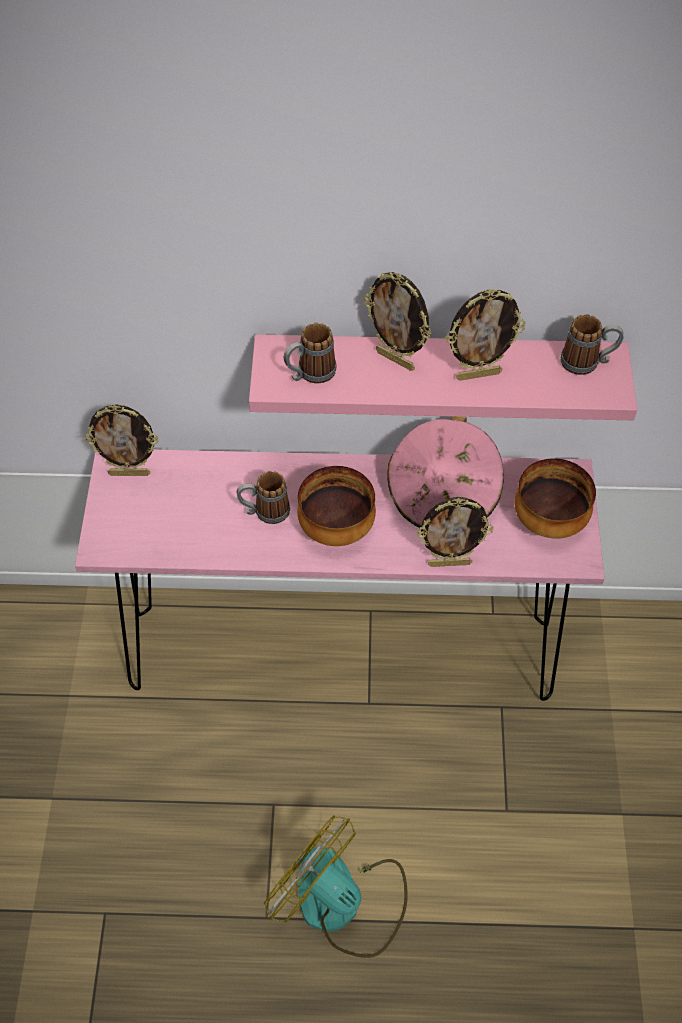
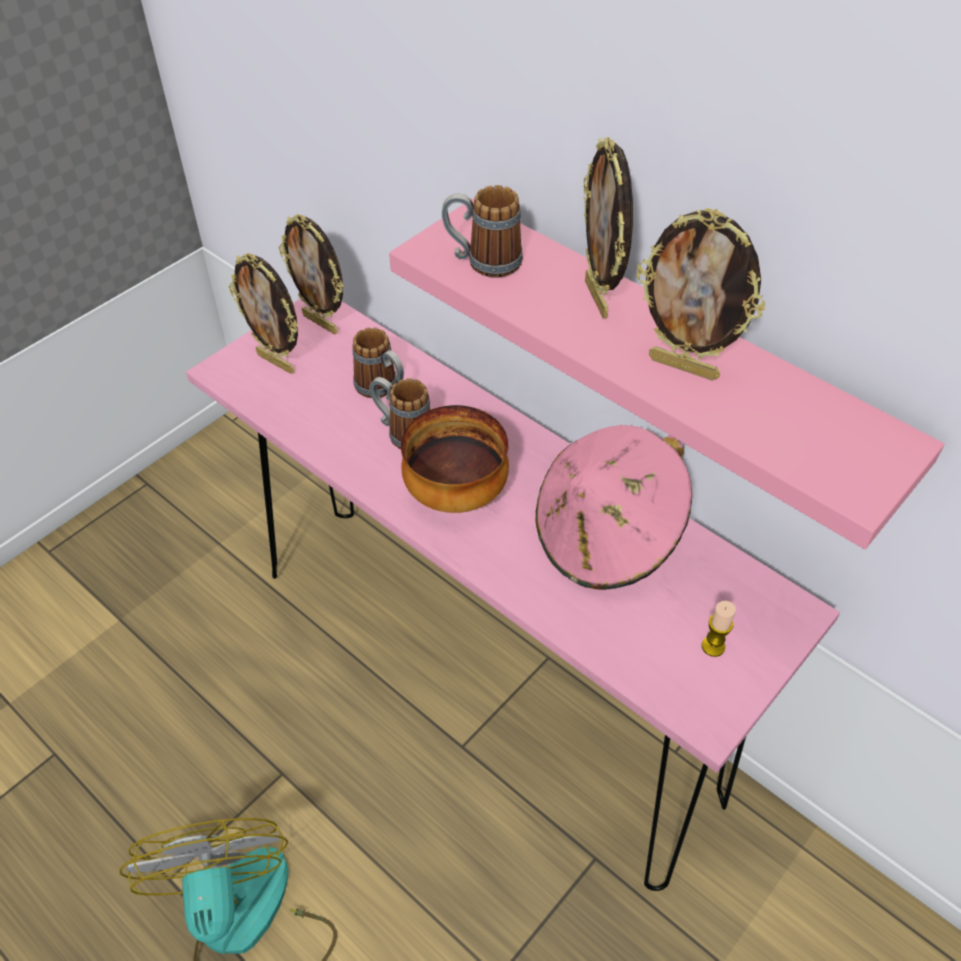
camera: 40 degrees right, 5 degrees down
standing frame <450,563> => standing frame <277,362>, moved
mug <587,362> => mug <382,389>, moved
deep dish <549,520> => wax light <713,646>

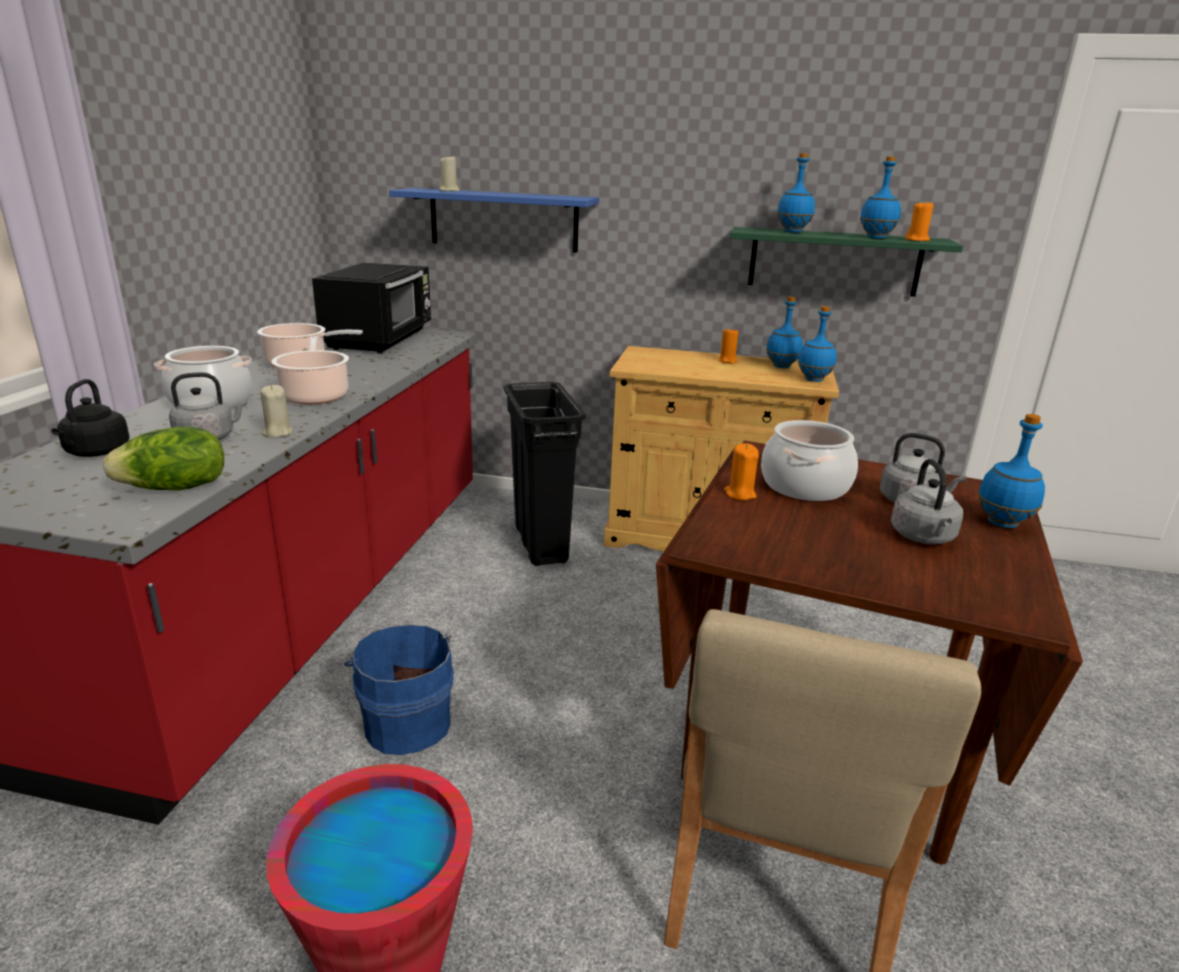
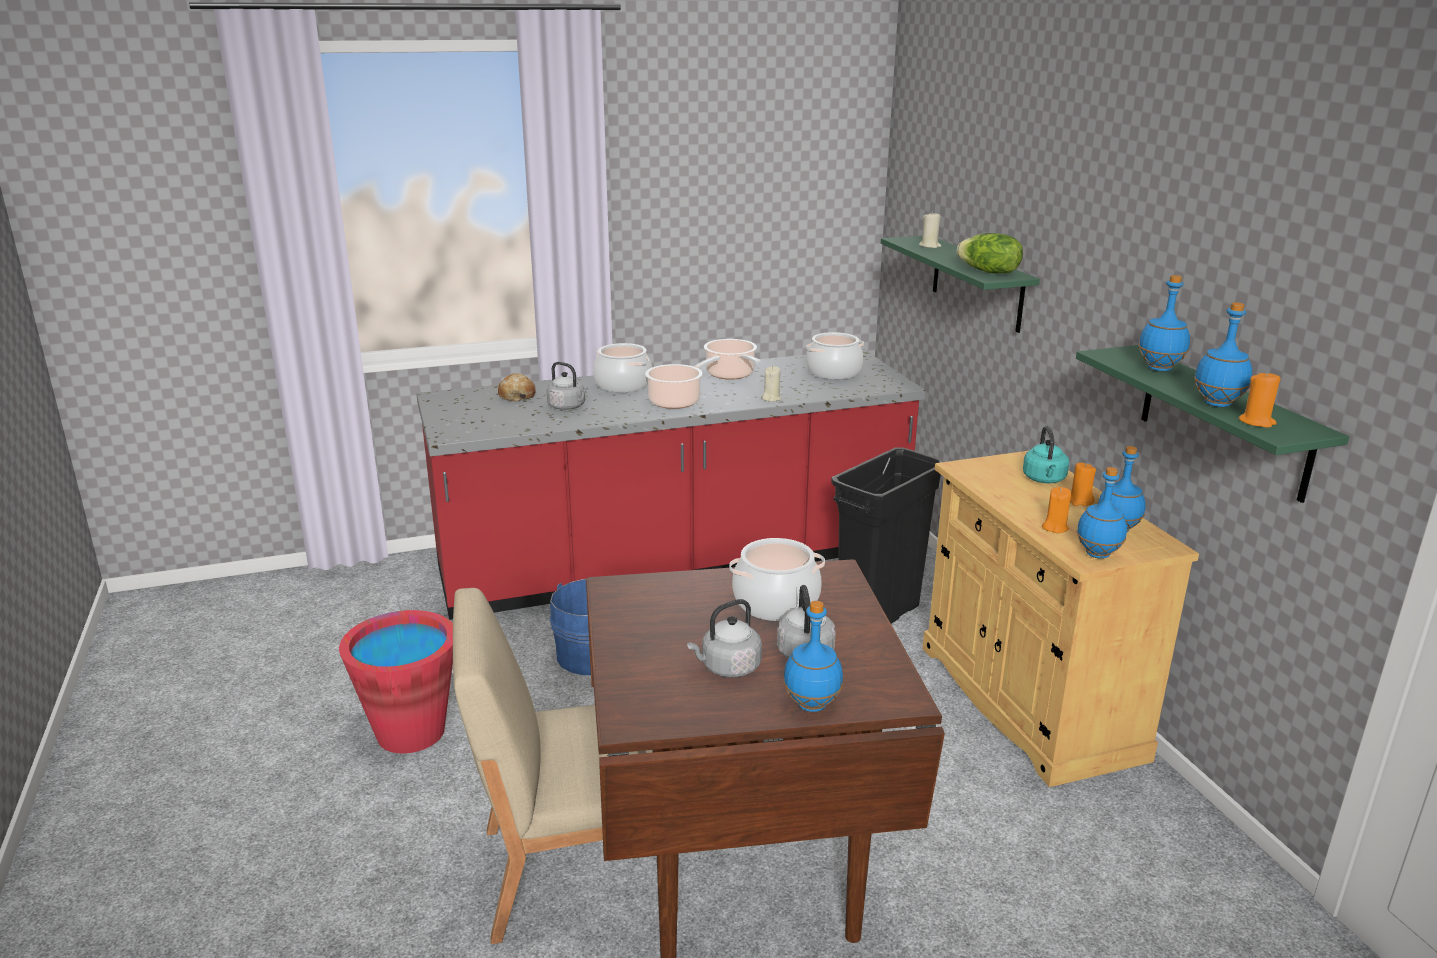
camera: 60 degrees right, 0 degrees up
black-coloured tea kettle <96,453> => bakery bread <516,395>
beige wax light <277,433> => beige wax light <771,398>, moved
black-coloured kitchen microwave <380,340> => cooking pot <833,372>
blue-coloured bracket shelf <503,220> => green-coloured bracket shelf <977,283>
lettuce <175,488> => lettuce <988,272>, moved
nothing => blue-green tea kettle <1044,480>
orange wax light <740,494> => orange wax light <1055,527>, moved

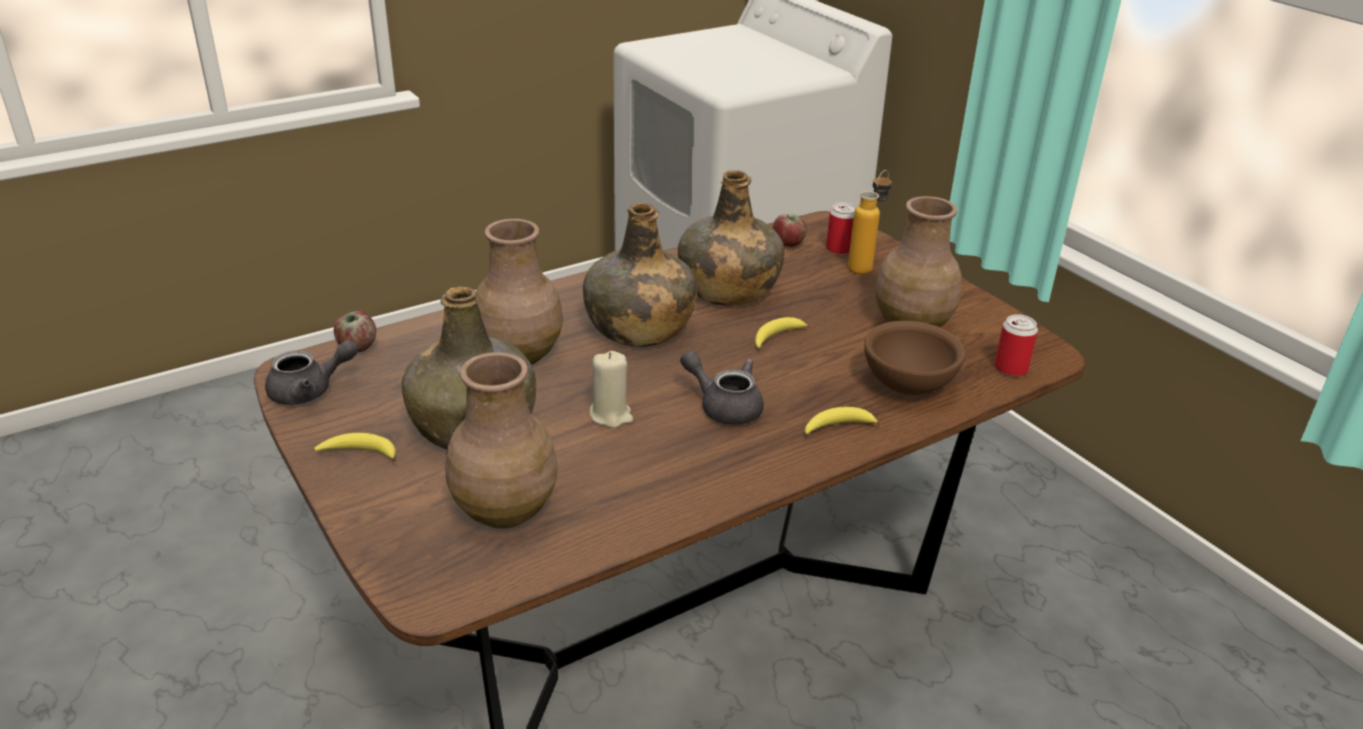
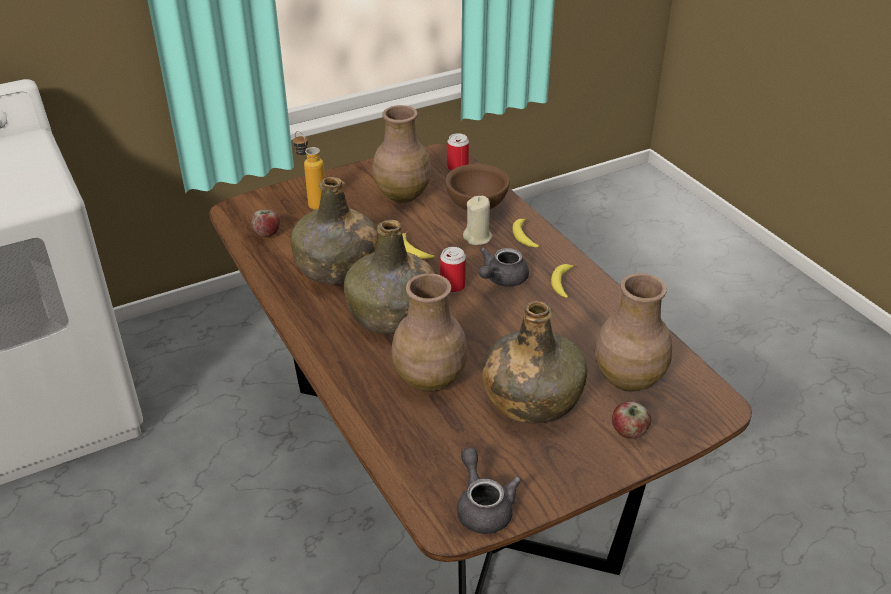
camera: 85 degrees left, 5 degrees up
can <839,249> => can <452,286>, moved
beige wax light <611,415> => beige wax light <478,237>, moved
banana <360,453> => banana <562,284>, moved
apple <357,347> => apple <628,432>, moved

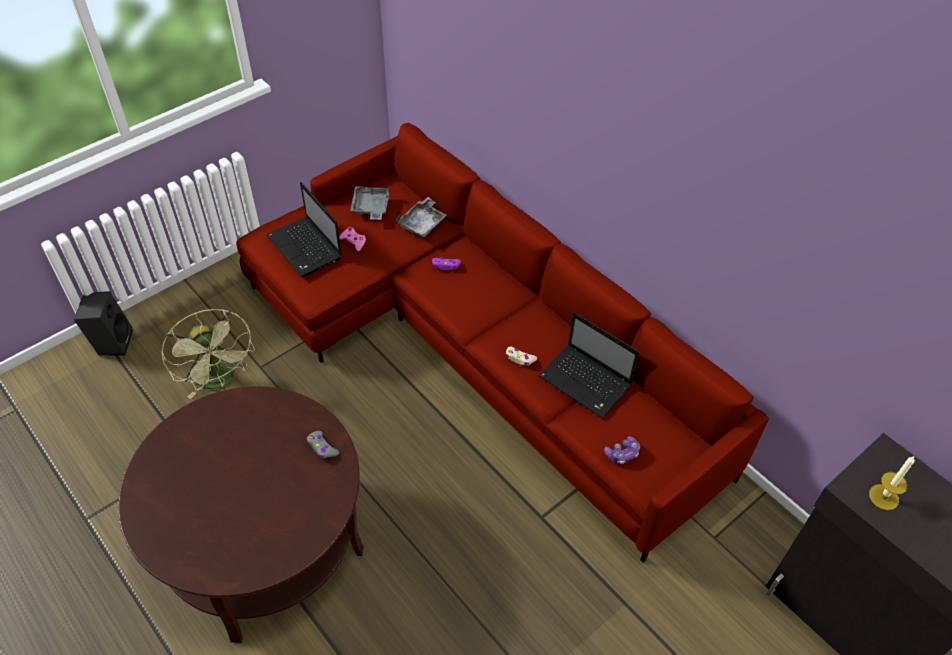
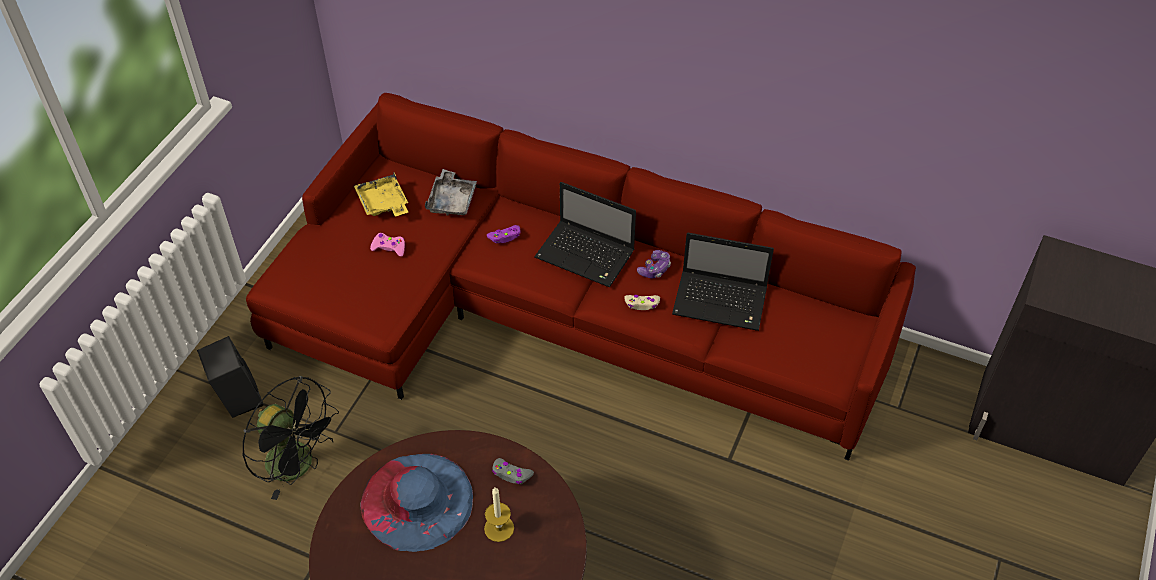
camera: 25 degrees left, 0 degrees up
black-coloured speaker <112,342> => black-coloured speaker <237,398>, moved
green-coloured cooling fan <220,381> => black-coloured cooling fan <299,465>
grey carrying tray <371,207> => yellowish carrying tray <383,203>
nothing => blue-coloured clothing hat <417,501>
wax light <883,497> => wax light <499,528>, moved
notebook computer <306,248> => notebook computer <587,255>, moved
gamepad <622,454> => gamepad <655,269>, moved

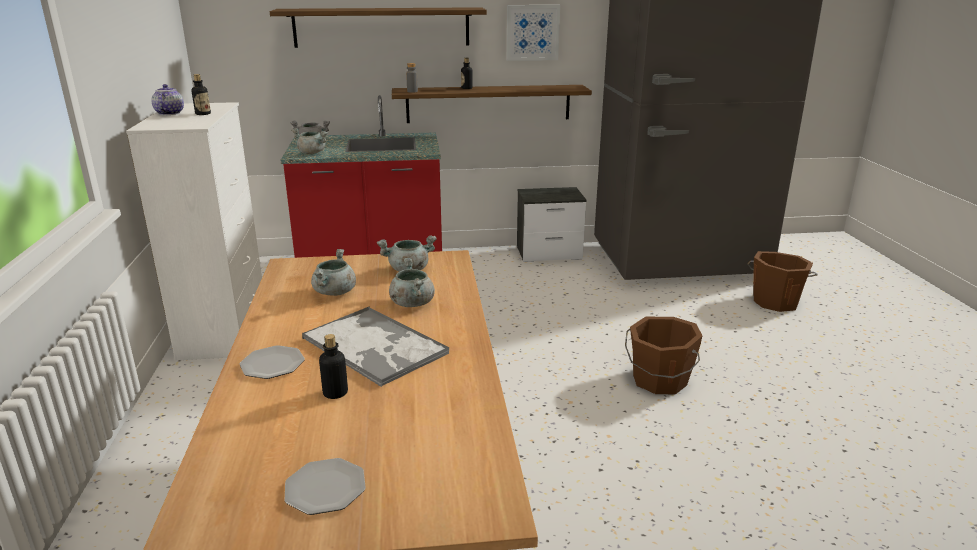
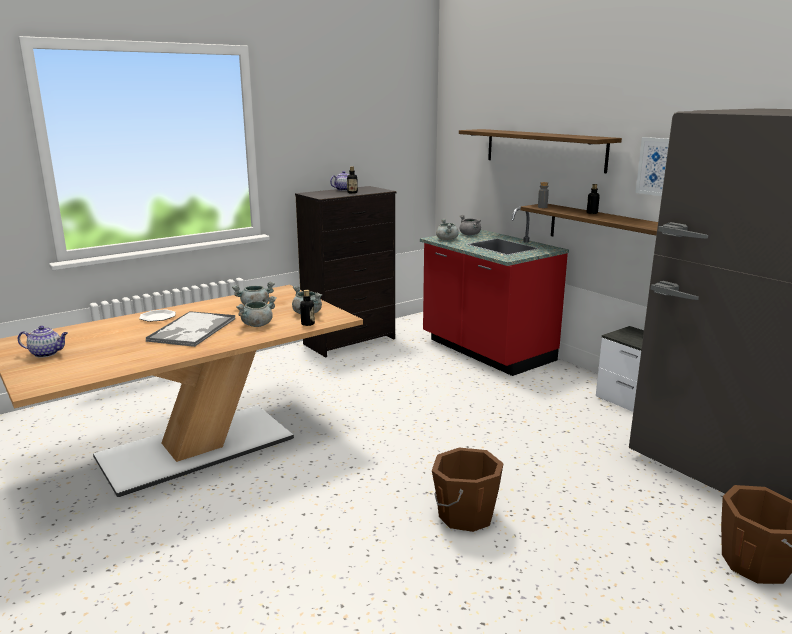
camera: 60 degrees right, 5 degrees down
plate <325,488> => pot for tea <47,353>
whitish dresser <225,328> => black-coloured dresser <350,341>
bottle <335,393> => bottle <308,324>, moved

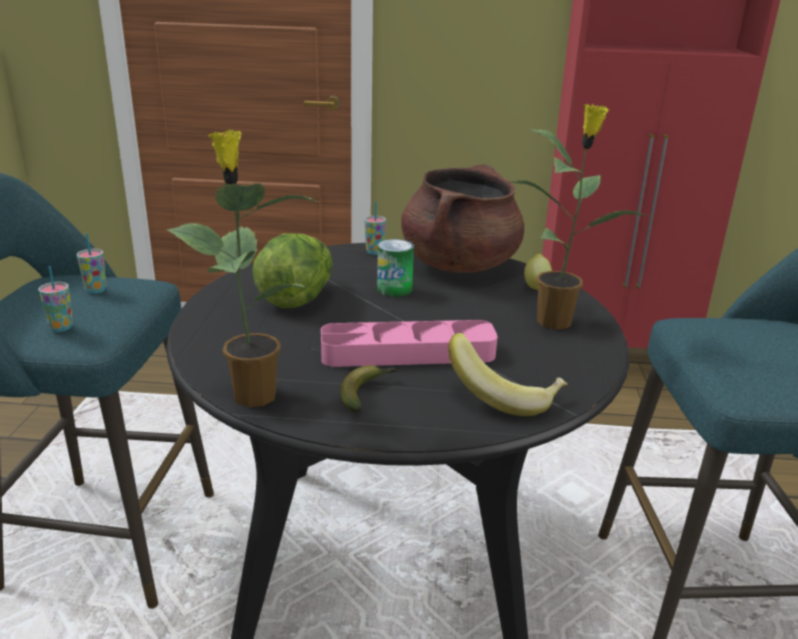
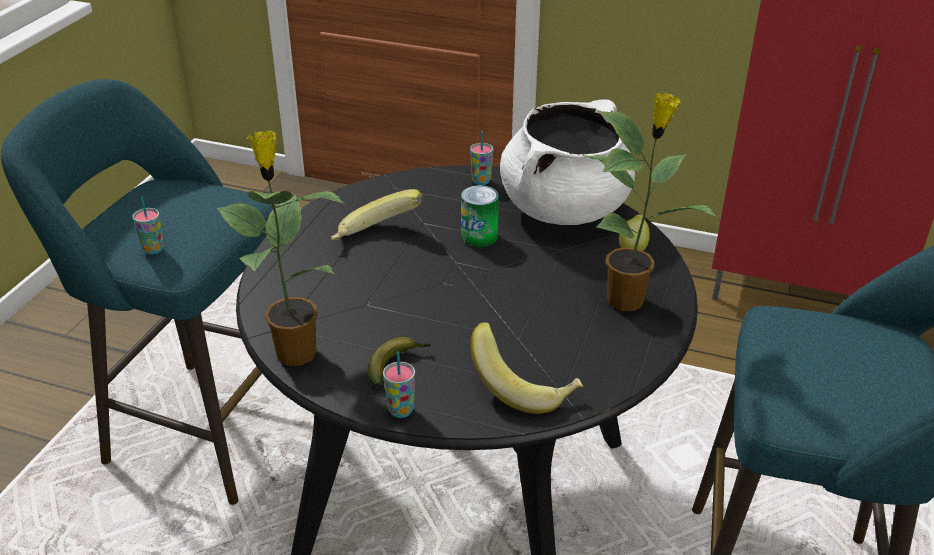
camera: 15 degrees right, 10 degrees up
lettuce <297,298> => banana <377,238>
small cup <96,290> => small cup <401,410>, moved
brown-coloured cooking pot <459,265> => whitish cooking pot <564,209>
pinkish carrying tray <408,352> => nothing

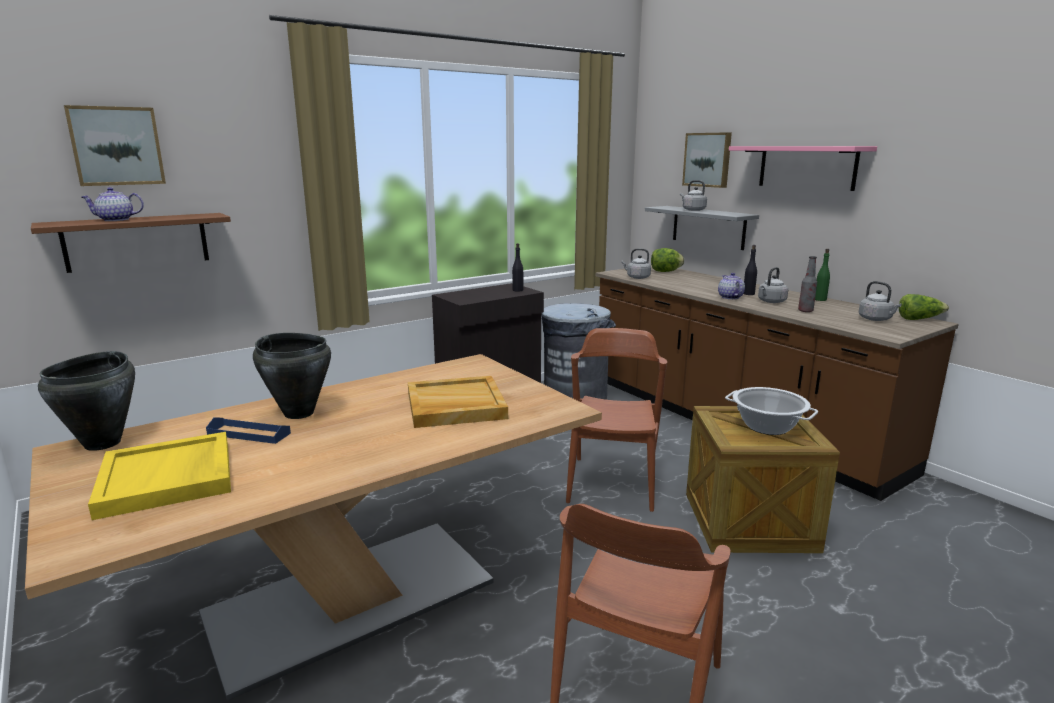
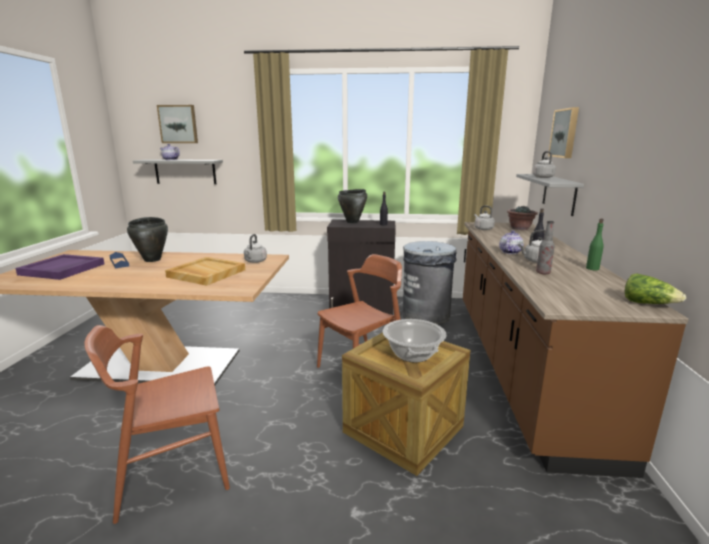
camera: 40 degrees right, 0 degrees up
yellowish carrying tray <168,478> => purple carrying tray <62,269>
brown-coloured bracket shelf <137,241> => grey bracket shelf <185,171>
grey tea kettle <876,319> => grey tea kettle <255,261>, moved
black-coloured cooking pot <103,443> => black-coloured cooking pot <353,222>, moved
lettuce <665,272> => houseplant <520,228>
pinkish bracket shelf <806,167> => nothing

